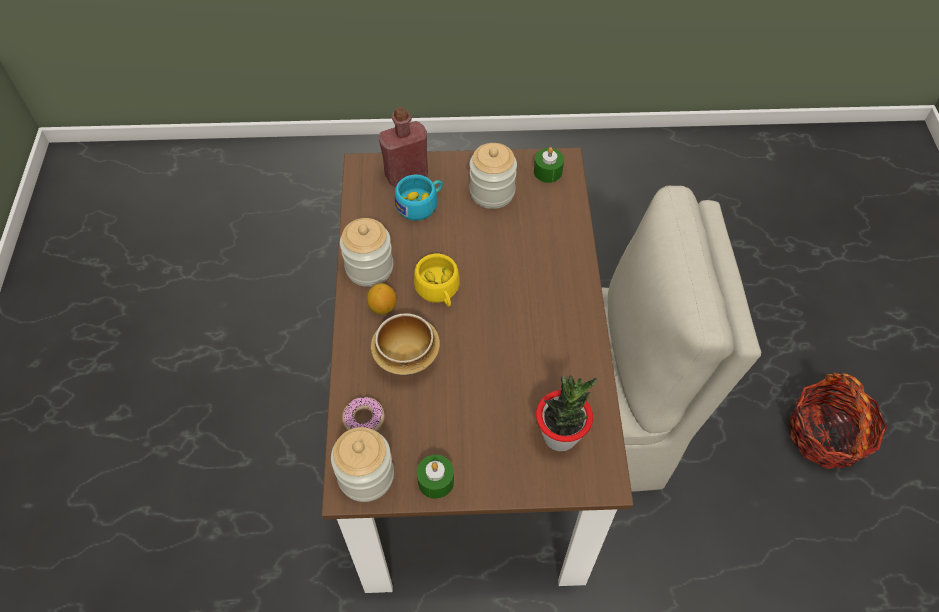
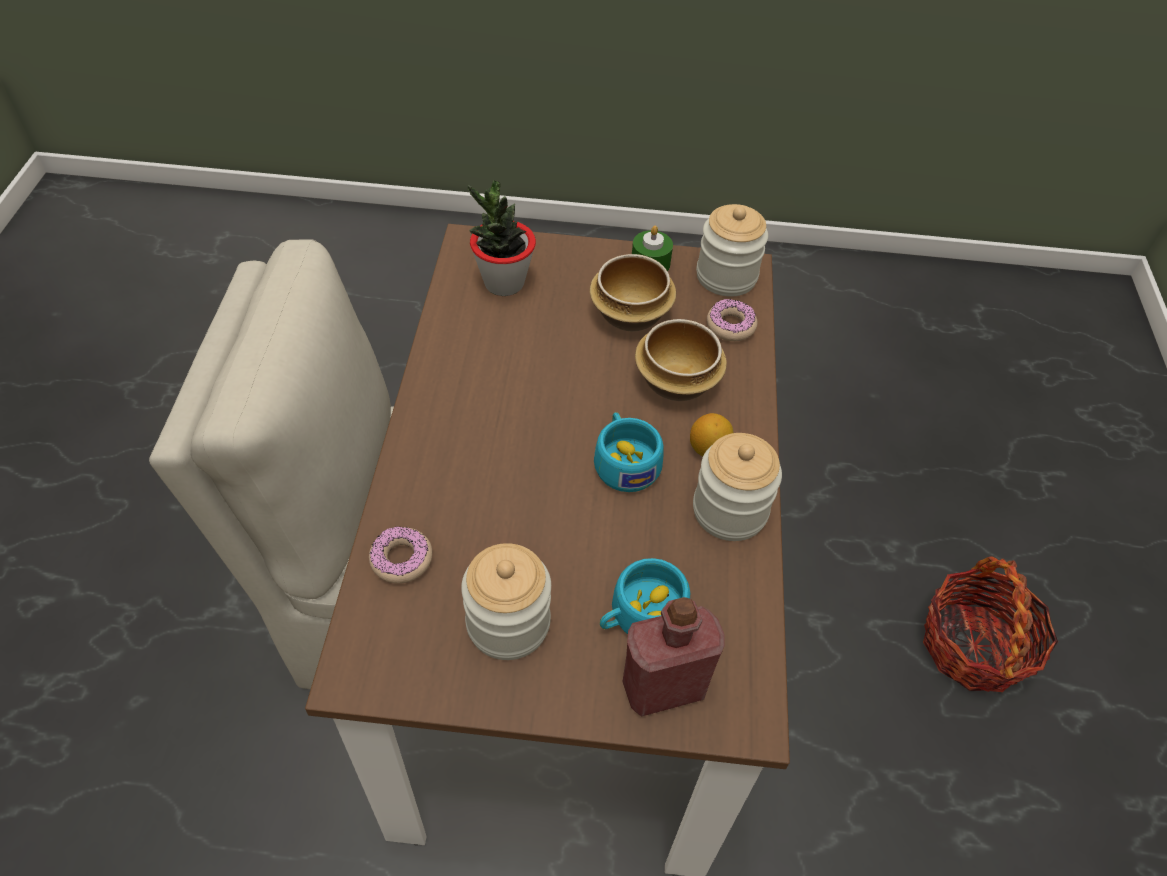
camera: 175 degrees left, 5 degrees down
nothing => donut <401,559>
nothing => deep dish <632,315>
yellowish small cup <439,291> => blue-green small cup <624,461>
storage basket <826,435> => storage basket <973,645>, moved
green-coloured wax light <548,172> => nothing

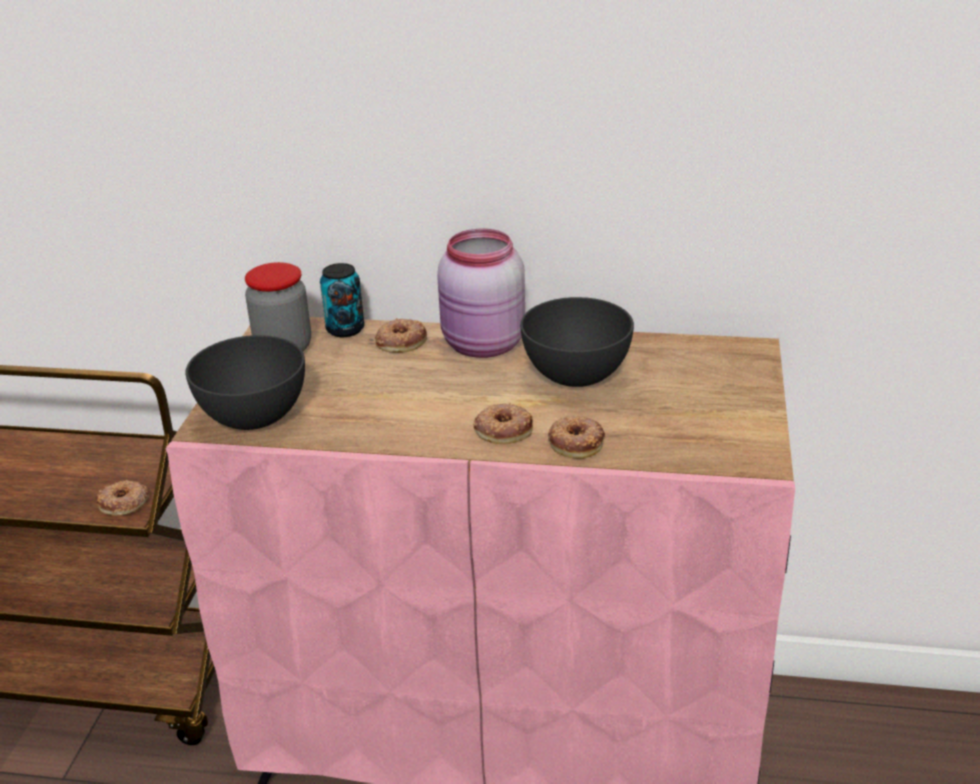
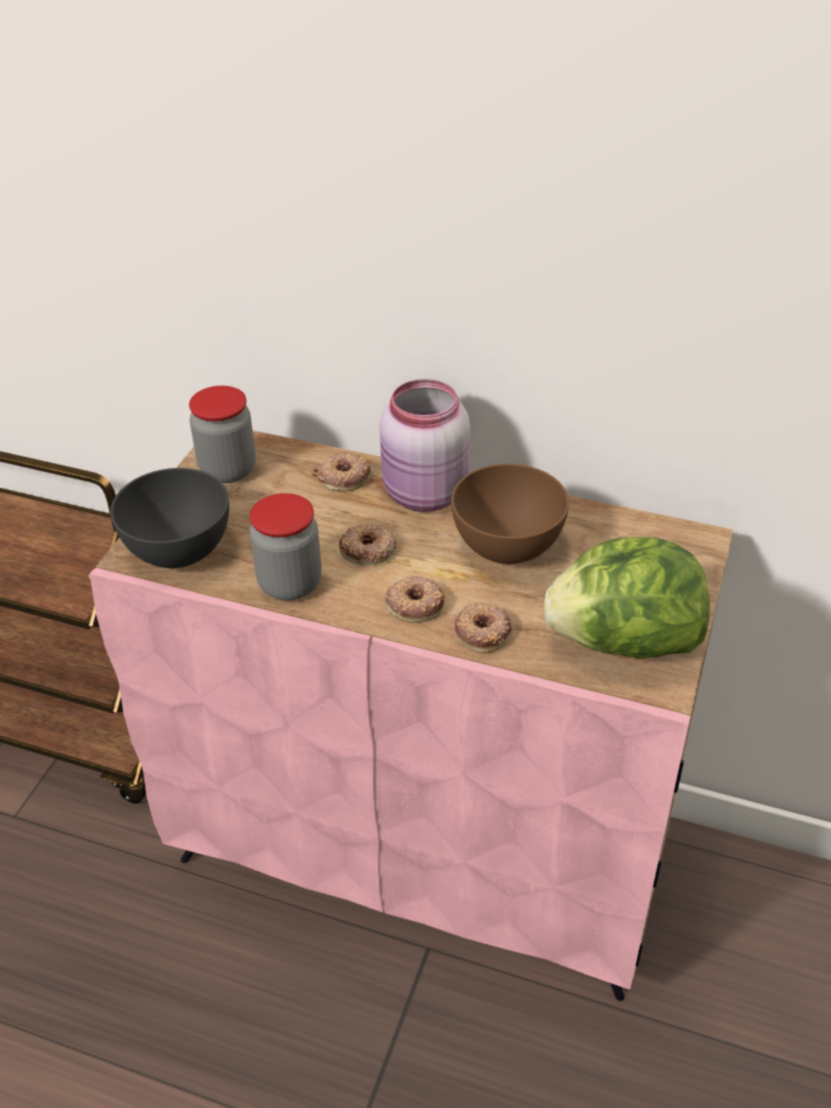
camera: 10 degrees right, 10 degrees up
nothing => storage jar <290,584>
donut <123,503> => donut <368,550>, moved
grey deep dish <575,375> => brown-coloured deep dish <506,546>
nothing => lettuce <623,642>
can <345,329> => nothing

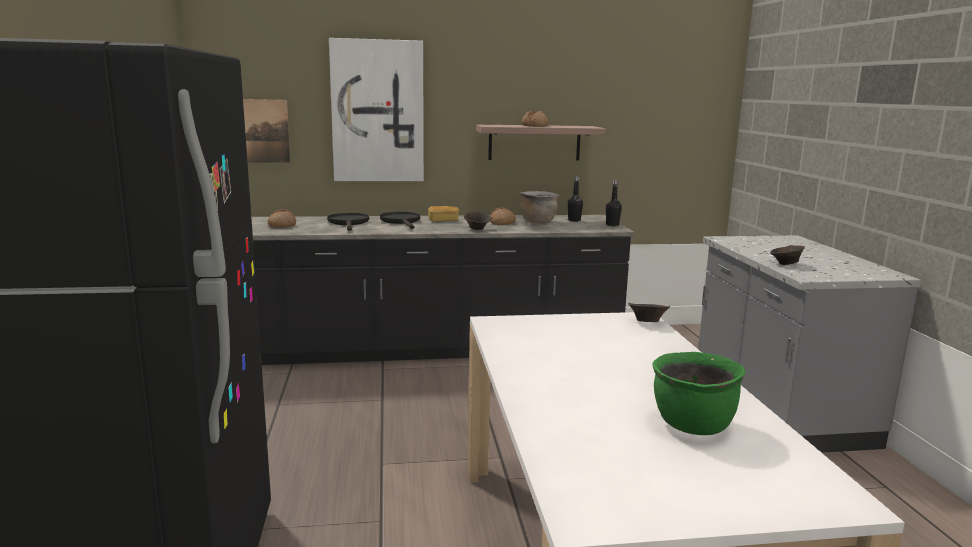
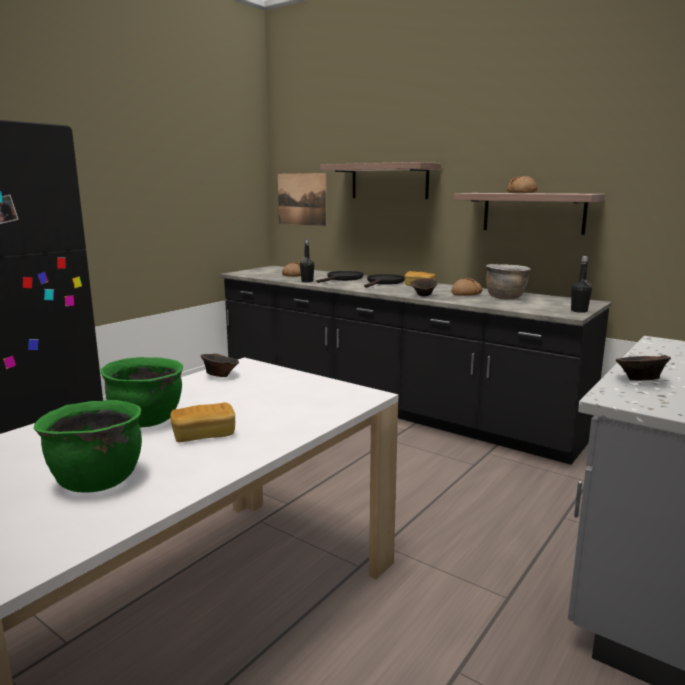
camera: 45 degrees right, 0 degrees up
nothing => green-coloured cooking pot <147,420>
nothing => bakery bread <204,436>
brown-coloured deep dish <646,322> => brown-coloured deep dish <220,376>, moved
black-coloured bottle <574,220> => black-coloured bottle <307,281>, moved
wall picture <377,111> => bracket shelf <389,181>

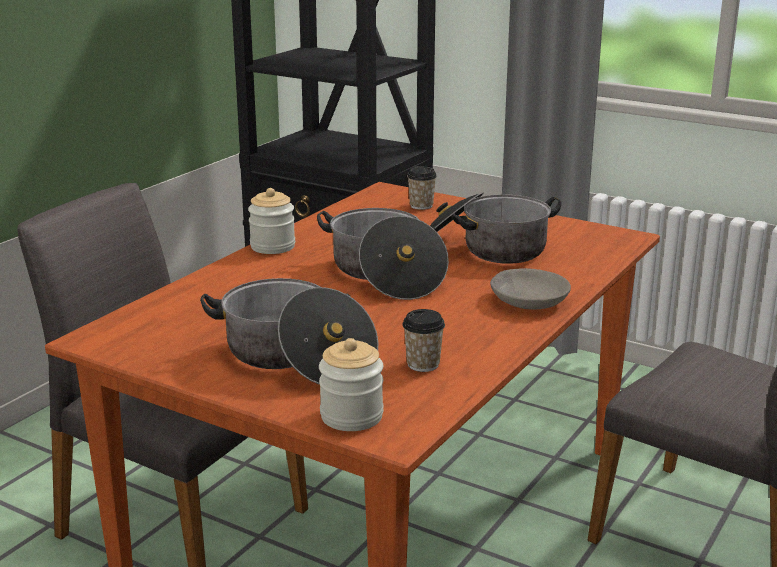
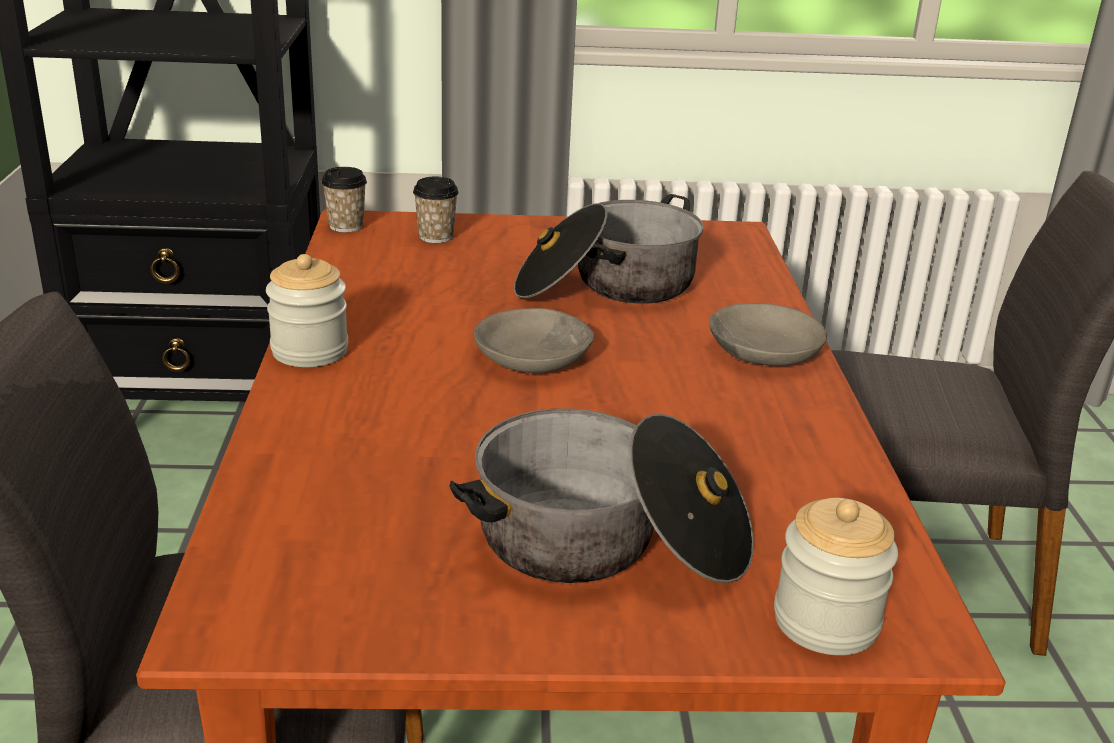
camera: 35 degrees left, 5 degrees up
small cup <423,364> => small cup <346,226>, moved
cooking pot <384,274> => grey deep dish <535,357>

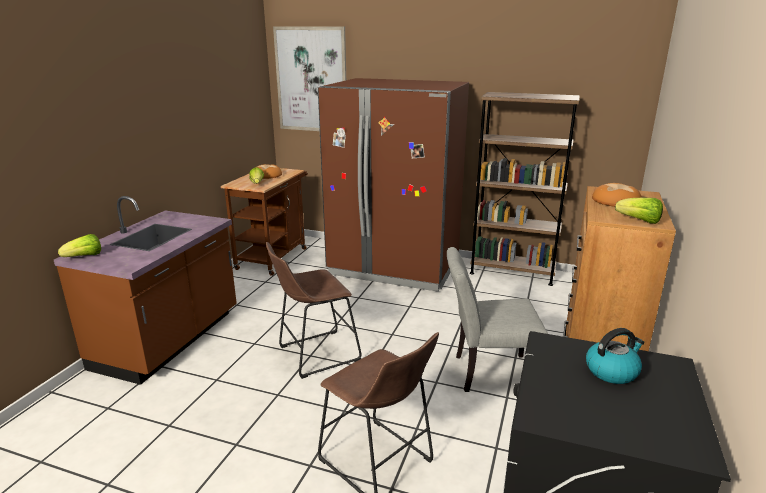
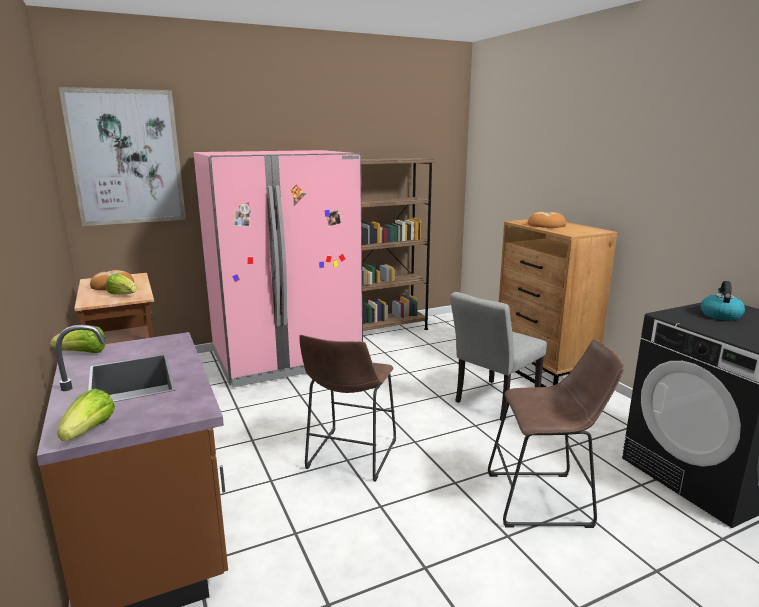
camera: 45 degrees left, 5 degrees down
lettuce <639,221> => lettuce <83,353>, moved
brown-coloured refrigerator <394,267> => pinkish refrigerator <286,358>

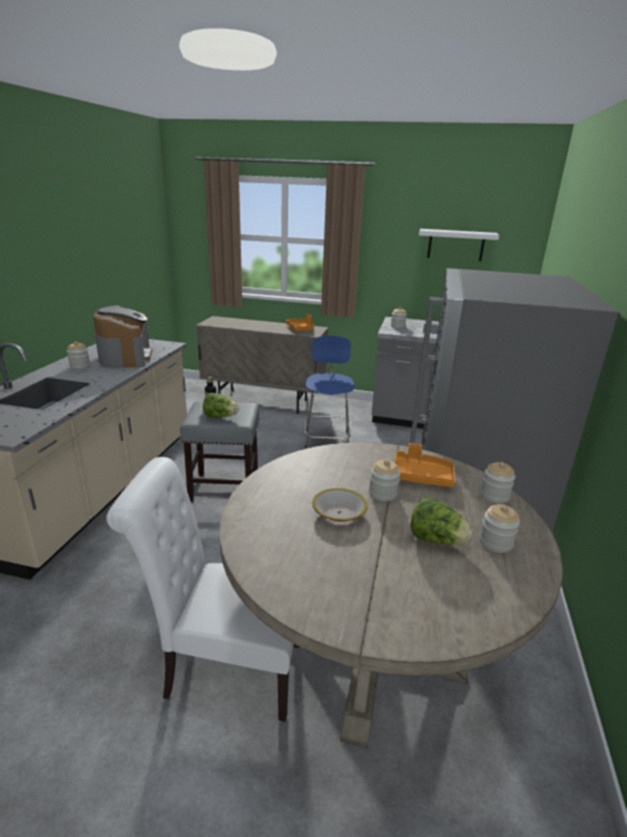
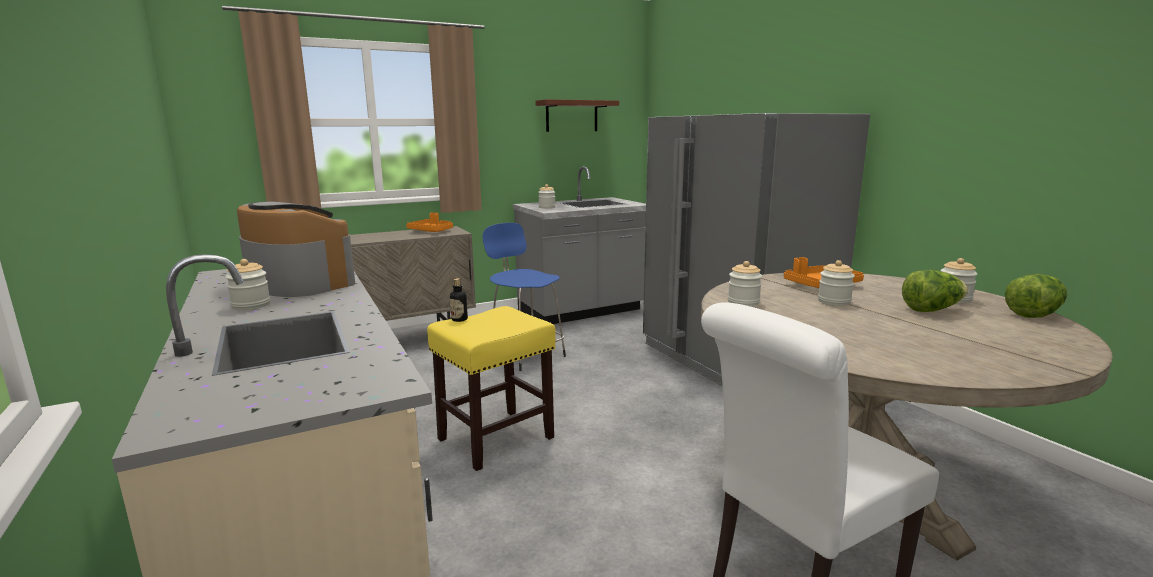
camera: 40 degrees left, 10 degrees down
grey sitting stool <225,488> => yellowish sitting stool <497,438>
whitish bracket shelf <455,245> => brown-coloured bracket shelf <571,116>
storage jar <494,496> => storage jar <743,302>, moved
lettuce <220,417> => lettuce <1034,314>, moved
deep dish <339,513> => nothing

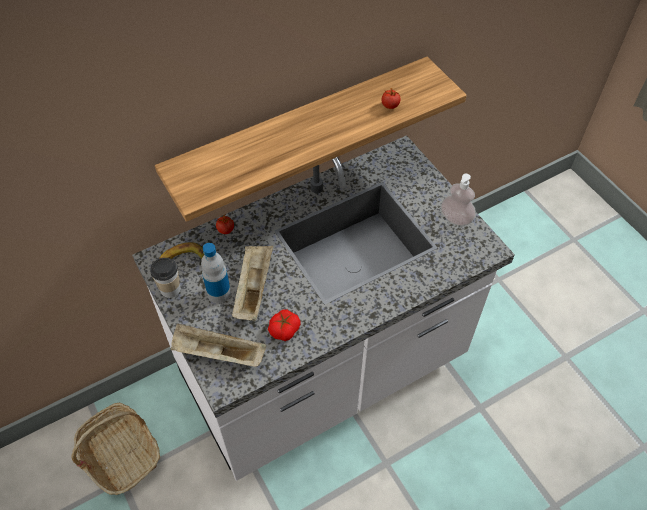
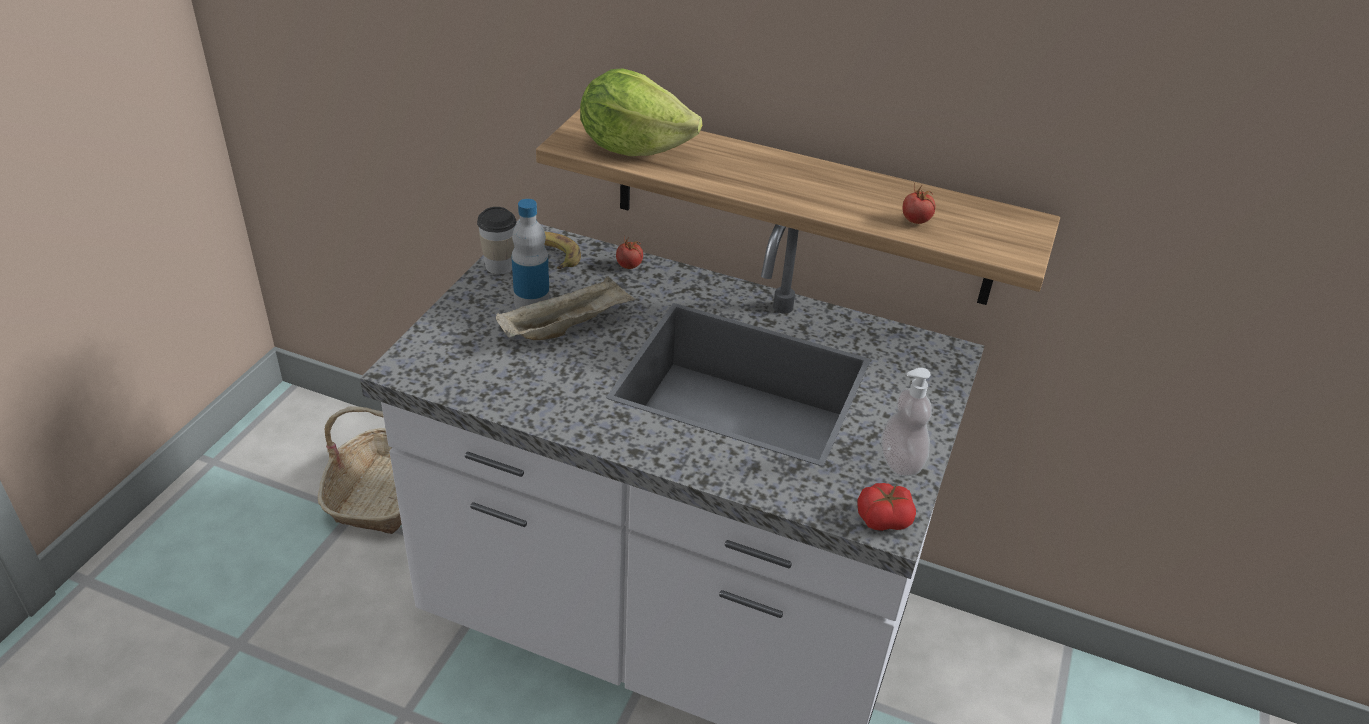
camera: 50 degrees right, 15 degrees down
nothing => lettuce <633,147>
tomato <284,329> => tomato <883,518>, moved
beige carrying tray <217,354> => nothing

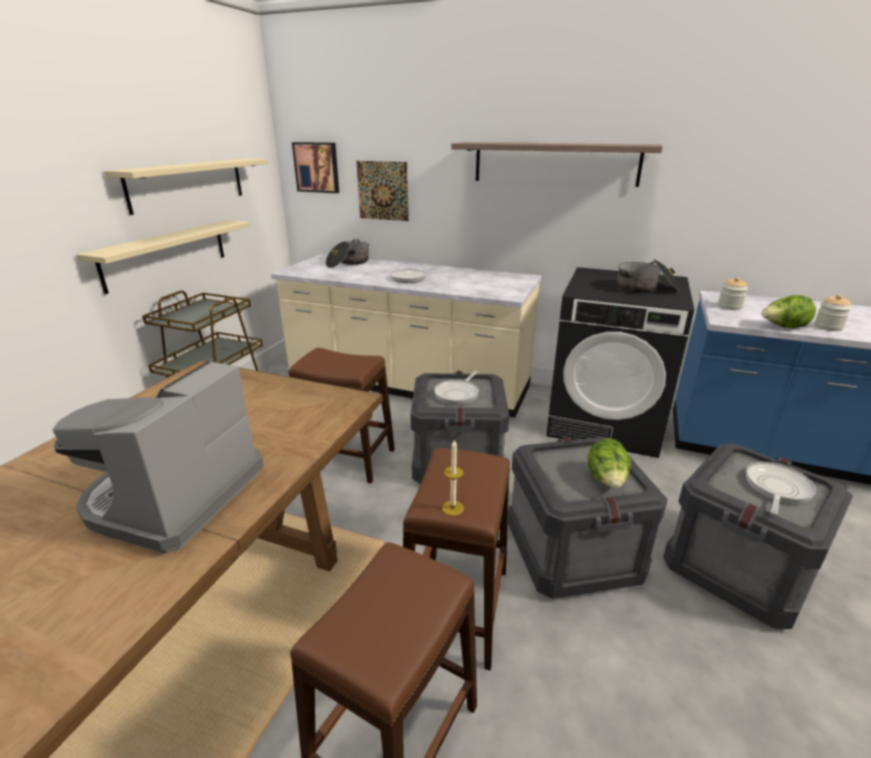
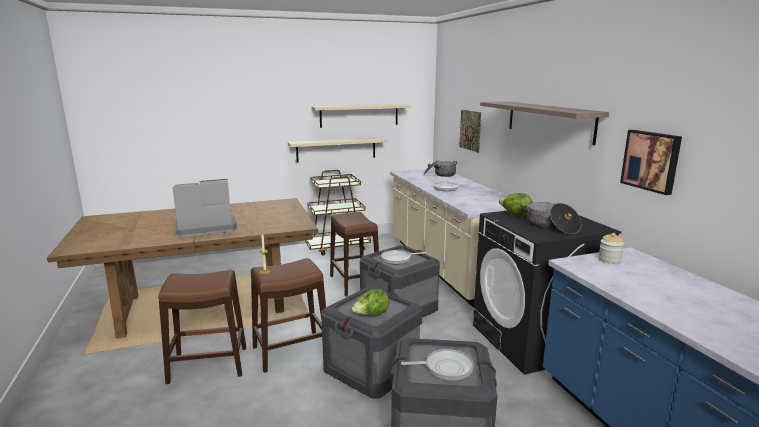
camera: 50 degrees right, 10 degrees down
lettuce <783,327> => lettuce <515,215>, moved
wall picture <317,167> => wall picture <651,161>, moved
storage jar <827,327> => nothing

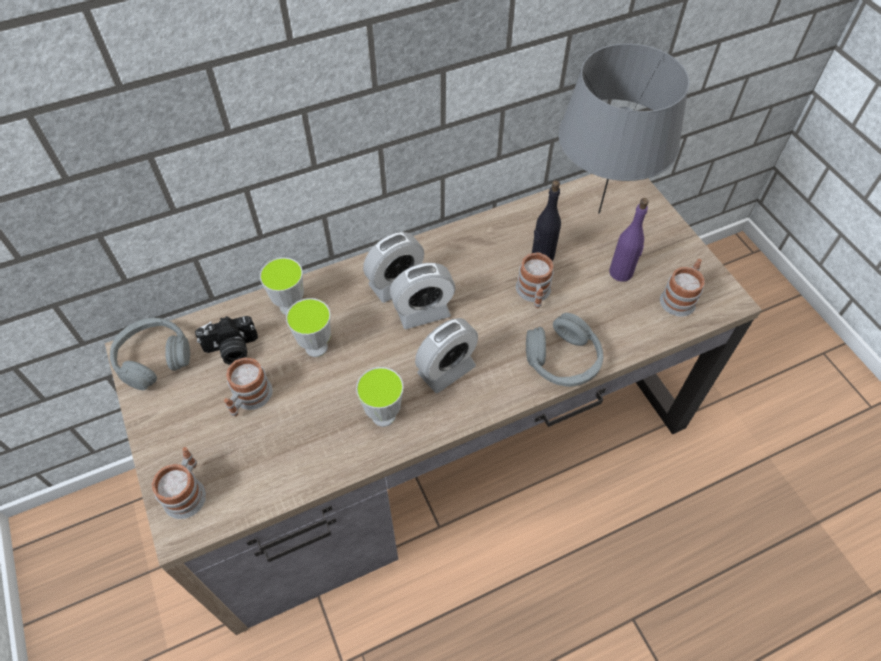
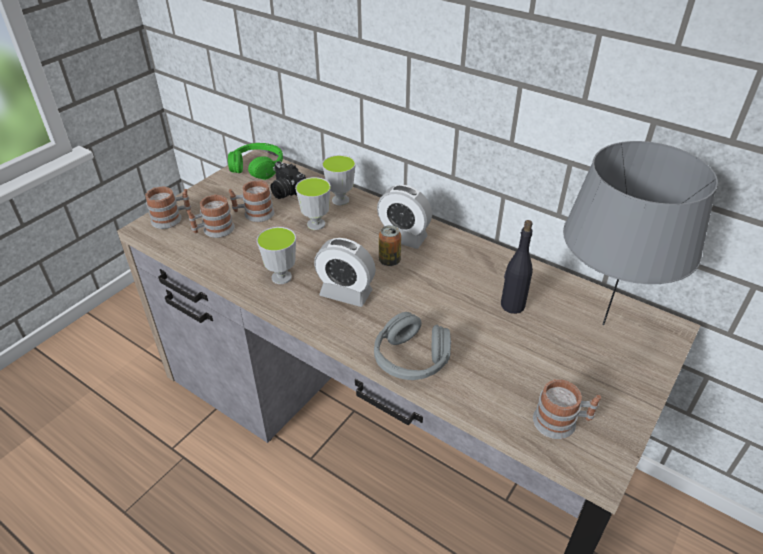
camera: 60 degrees right, 15 degrees down
mug <534,293> => mug <213,230>, moved
grey pair of headphones <154,358> => green-coloured pair of headphones <258,168>
table clock <423,312> => can <389,261>
purple bottle <621,272> => nothing

